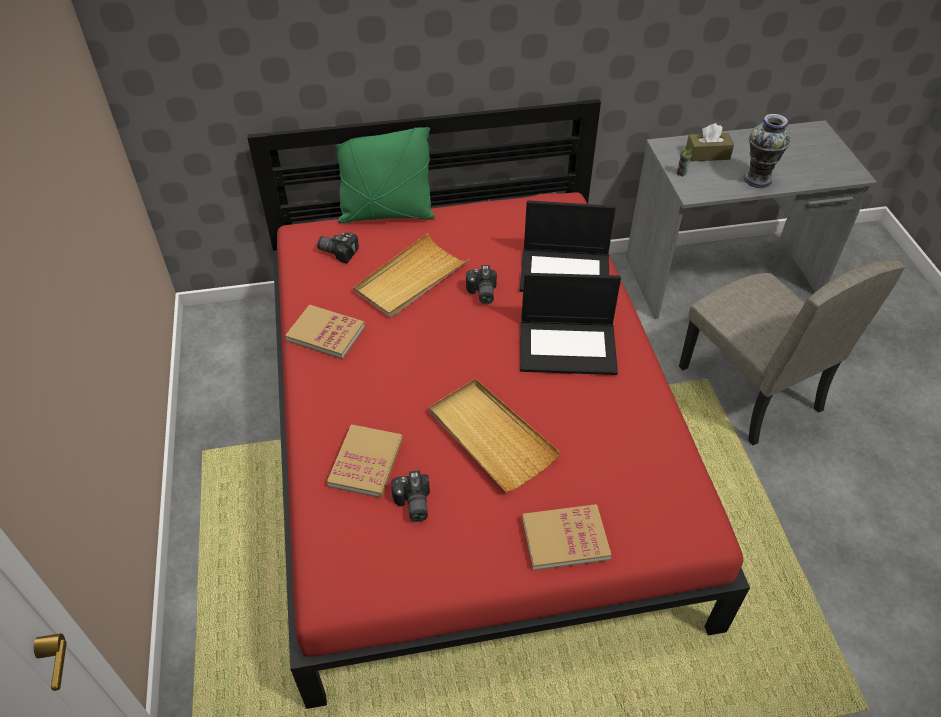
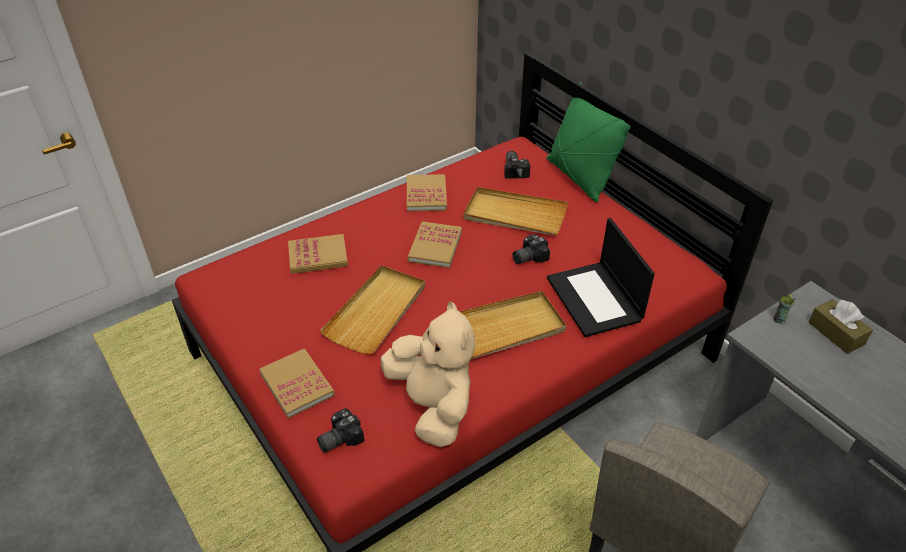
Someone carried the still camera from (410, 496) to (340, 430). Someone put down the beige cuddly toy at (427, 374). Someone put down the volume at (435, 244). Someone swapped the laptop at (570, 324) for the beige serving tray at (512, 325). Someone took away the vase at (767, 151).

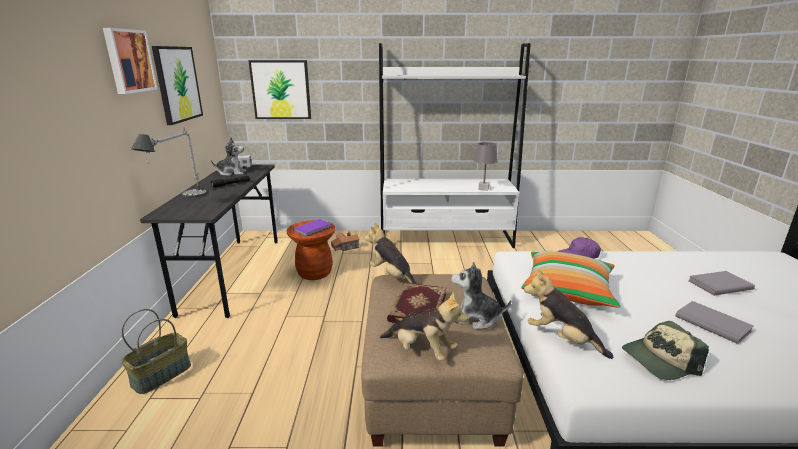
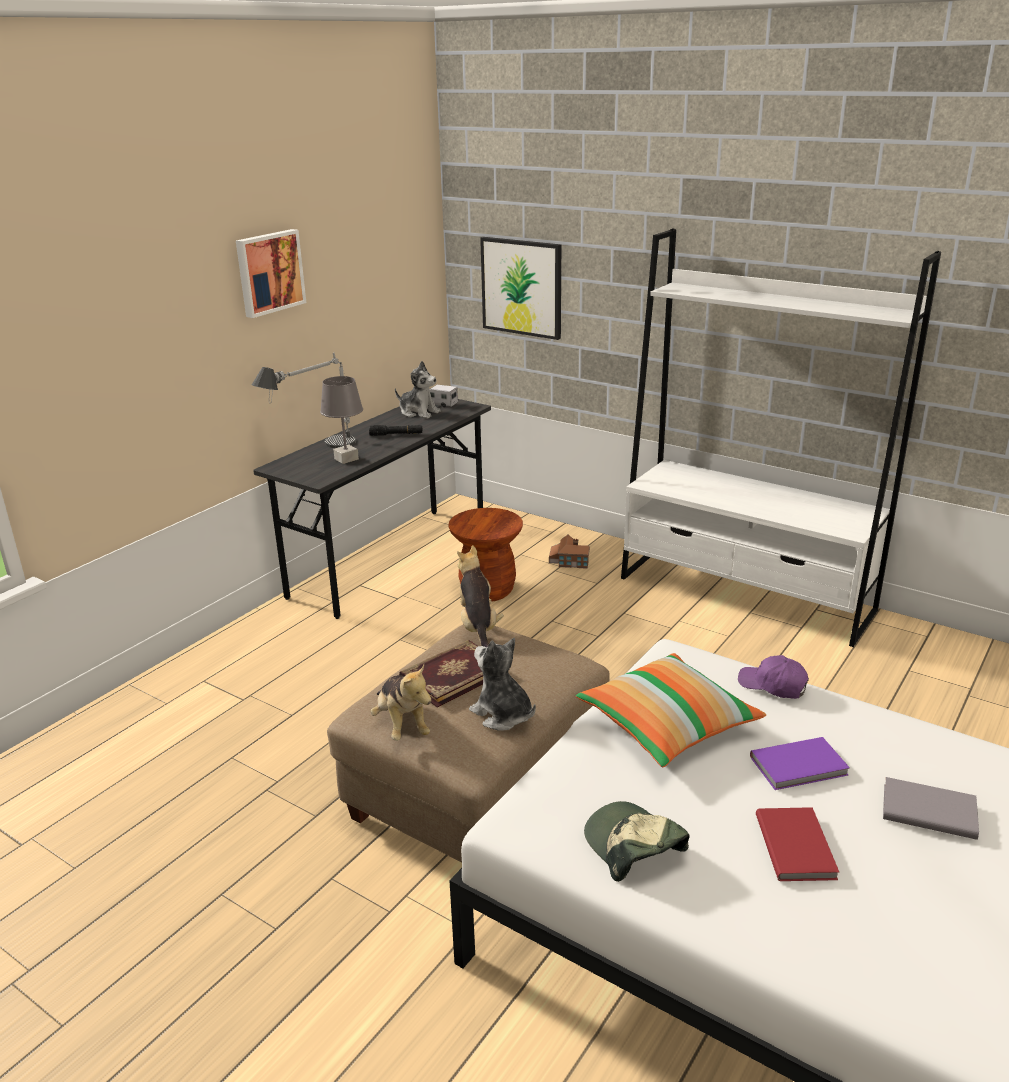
Someone carried the grey tabletop lamp from (486, 166) to (341, 420). Someone rotated the baseball cap at (665, 350) by 45 degrees clockwise. Someone carried the purplish volume from (312, 228) to (800, 763). Someone repainted the grey volume at (714, 322), which became the red-coloured volume at (797, 844). Someone took away the household basket at (156, 351). Someone took away the wall art at (177, 85). Someone took away the cuddly toy at (568, 313).

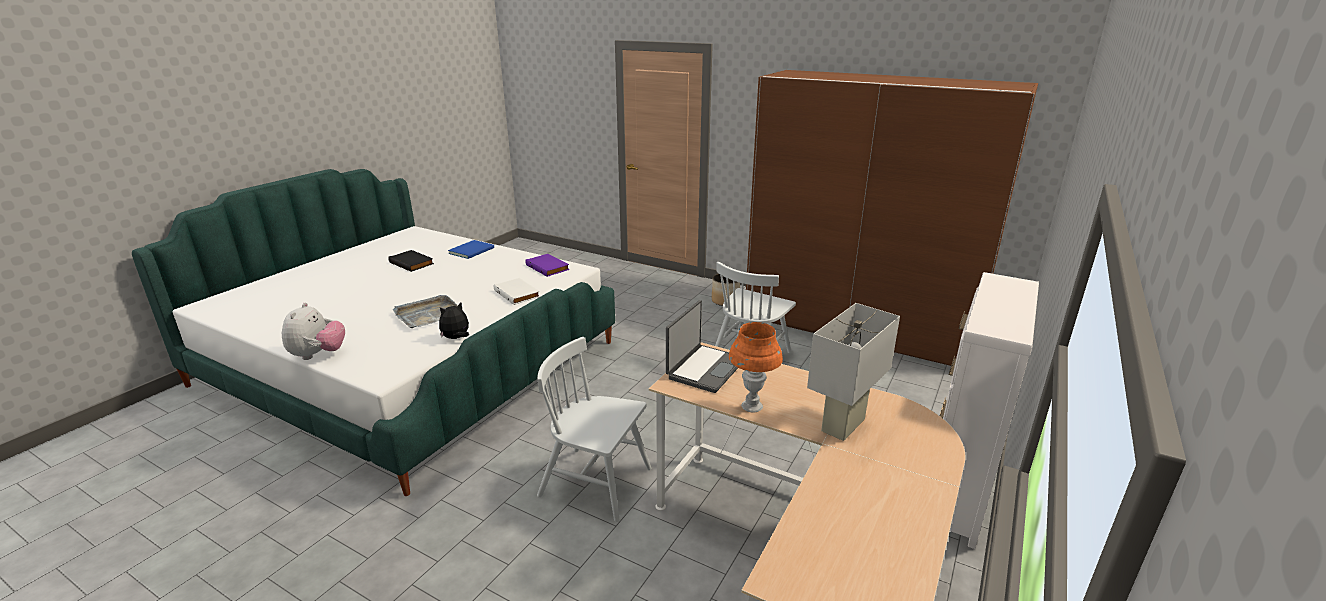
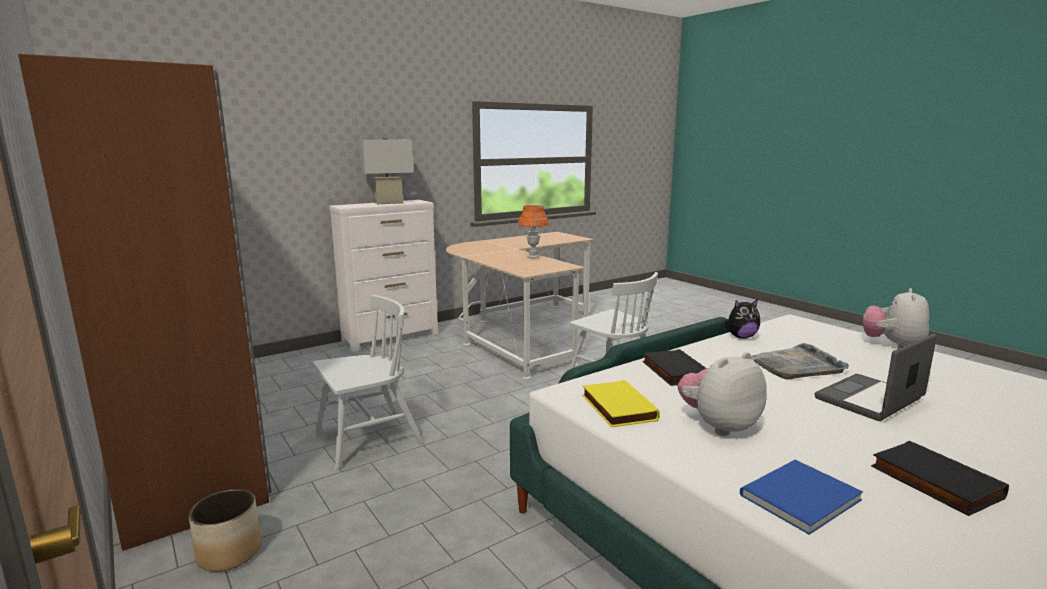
Someone carried the whitish tabletop lamp from (853, 372) to (386, 171). Someone repainted the purplish volume at (548, 265), which became the yellow-coloured volume at (621, 403). Someone repainted the whitish volume at (517, 291), which became the blackish volume at (674, 367). Someone put down the cuddly toy at (722, 394). Someone carried the laptop from (702, 346) to (876, 377).

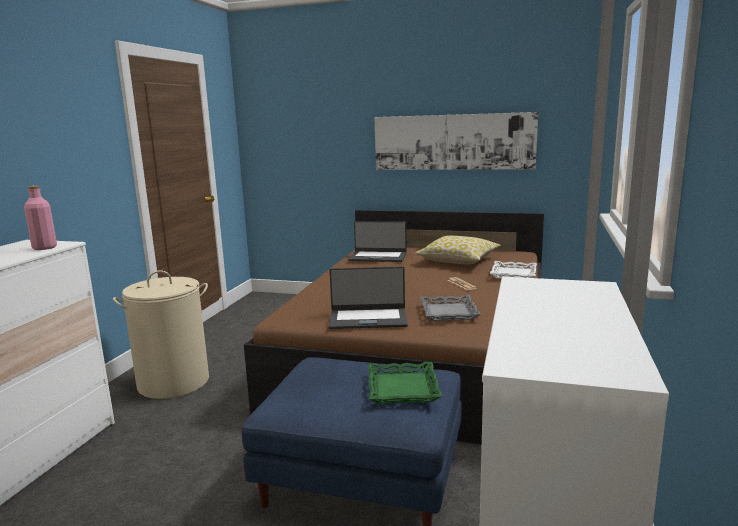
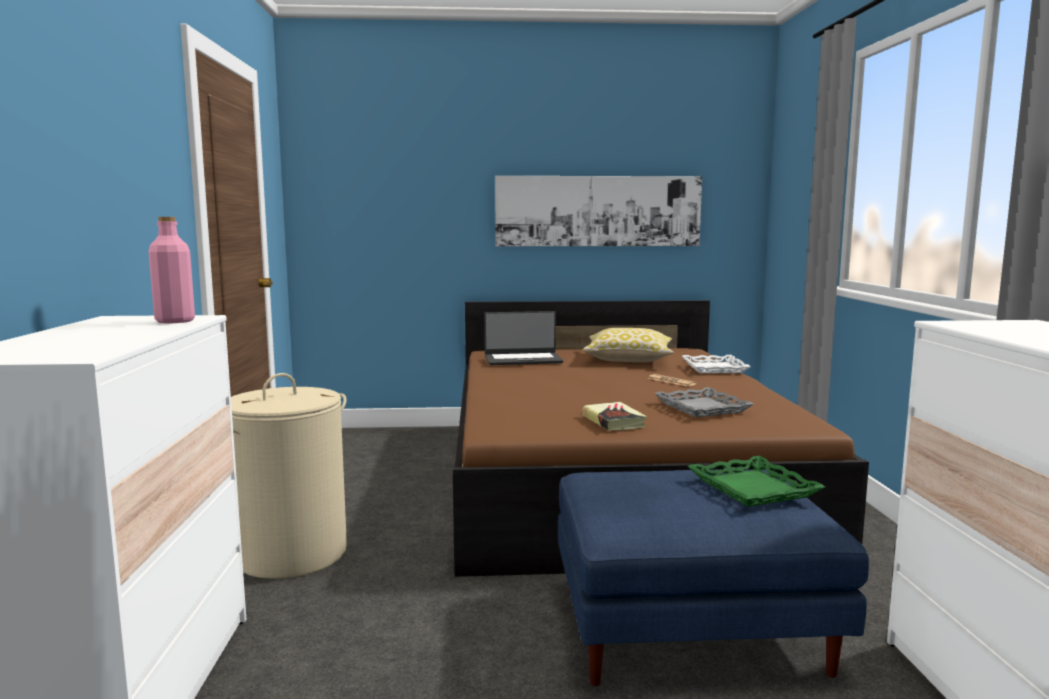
Someone swapped the laptop at (368, 297) for the volume at (614, 416).

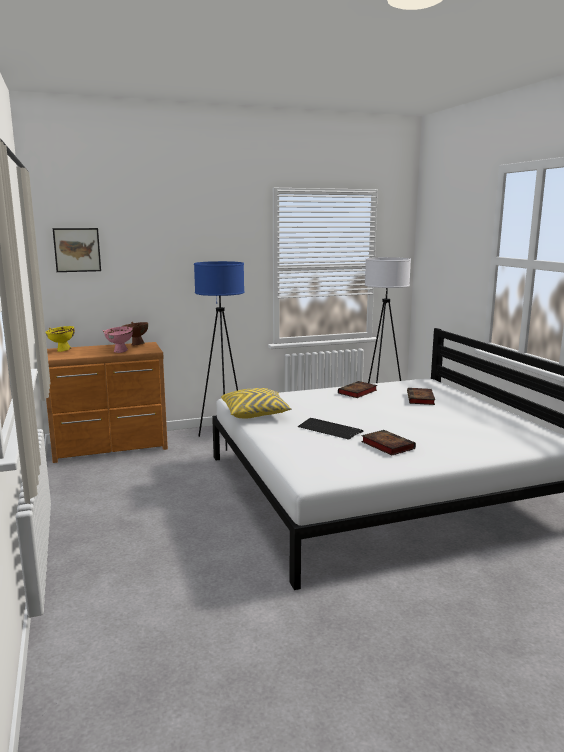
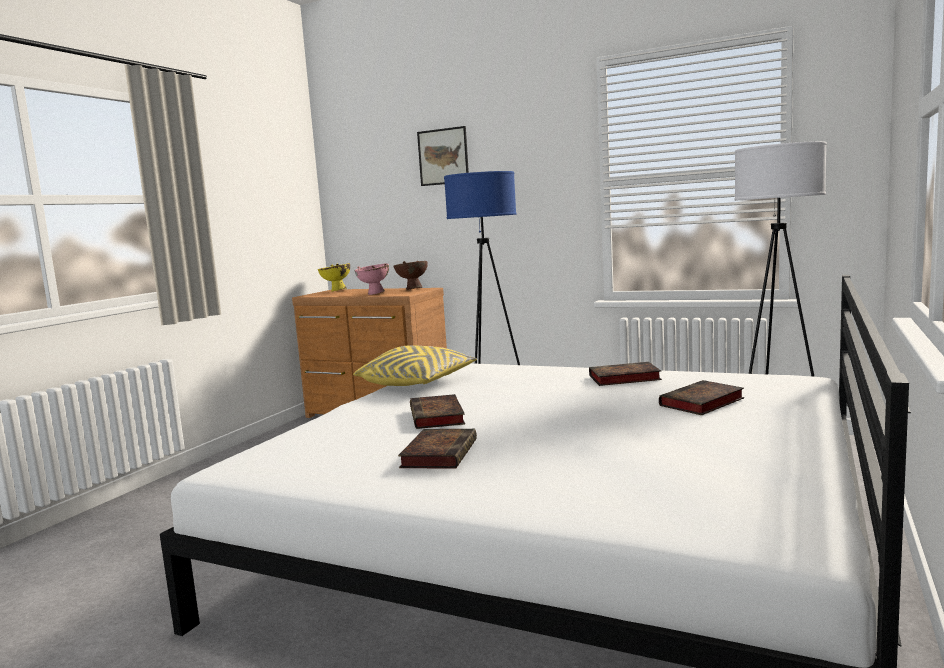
Someone swapped the PC keyboard at (330, 429) for the volume at (437, 411). Someone carried the wall art from (77, 250) to (443, 156).

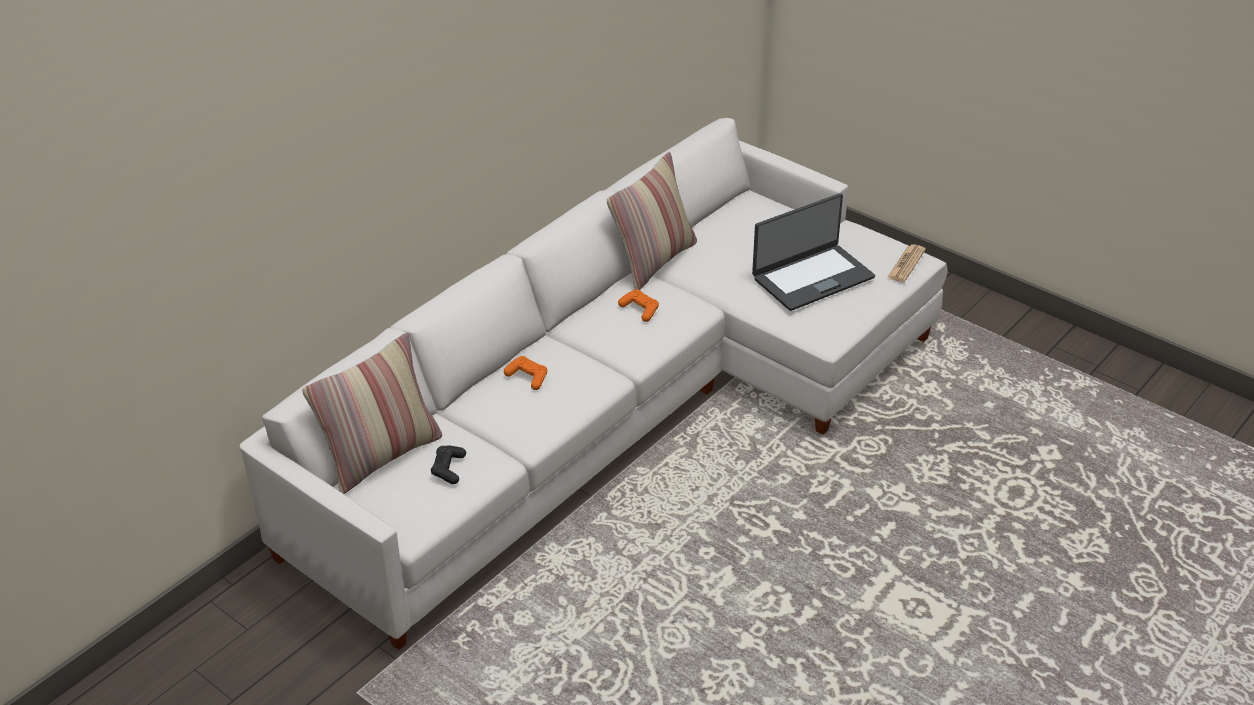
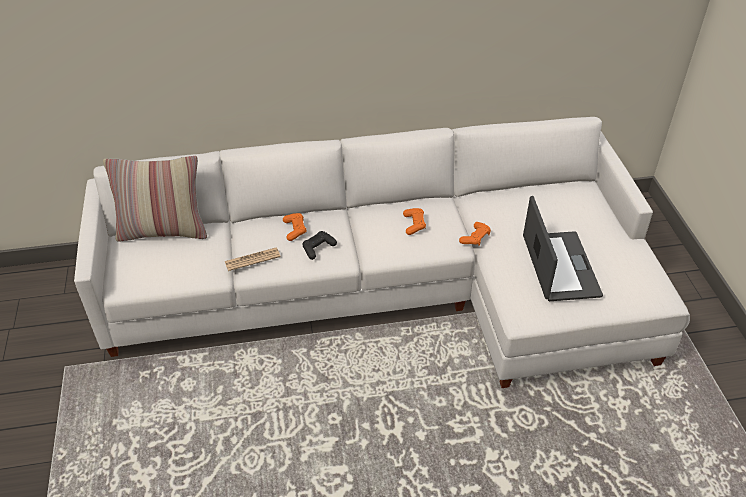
Someone carried the newspaper from (906, 263) to (253, 259). Someone carried the blackish game controller from (448, 465) to (319, 245). Someone put down the orange-coloured game controller at (475, 234). Someone rotated the laptop at (813, 252) by 105 degrees counterclockwise. Someone took away the cushion at (652, 221).

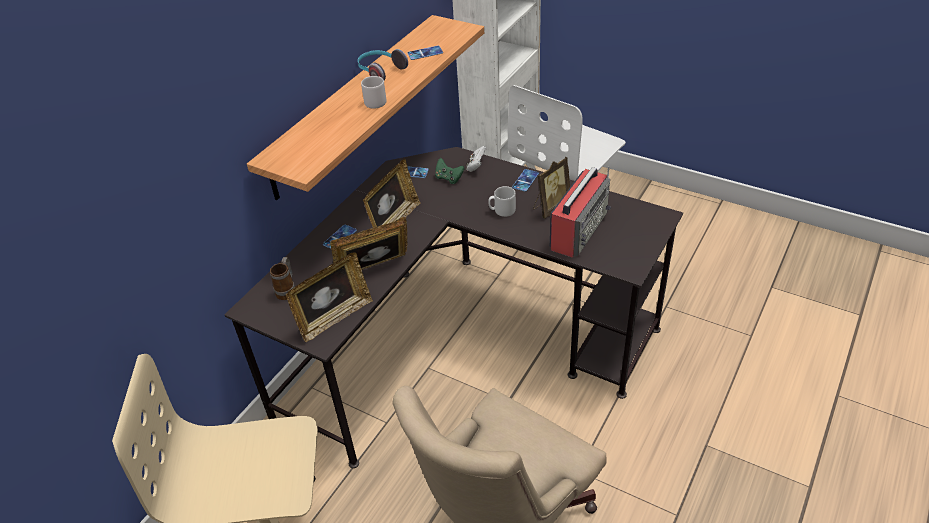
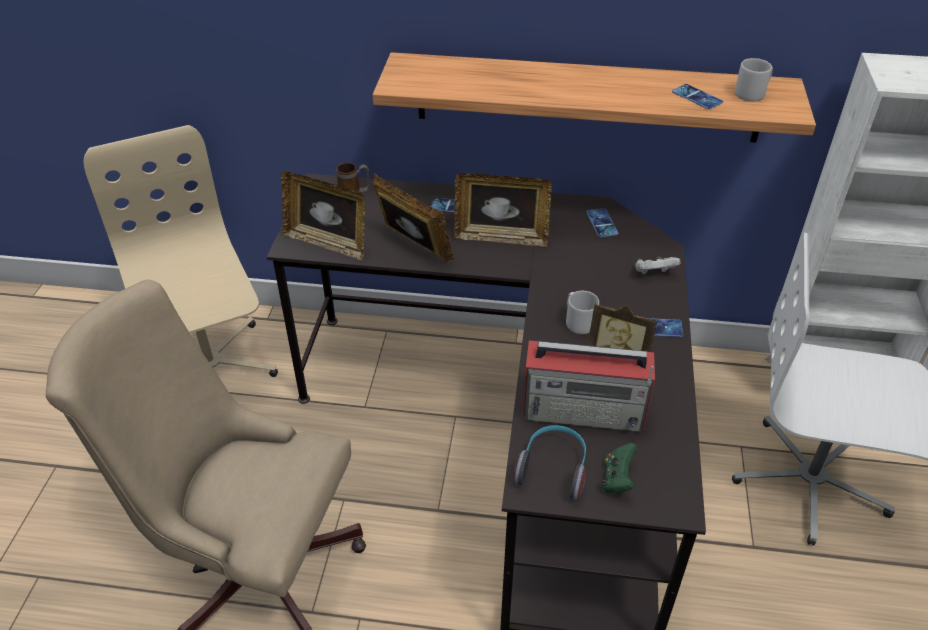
Someone carried the headset from (383, 65) to (550, 462). Someone carried the green game controller from (450, 171) to (620, 468). Someone carried the grey tea mug from (374, 92) to (754, 80).

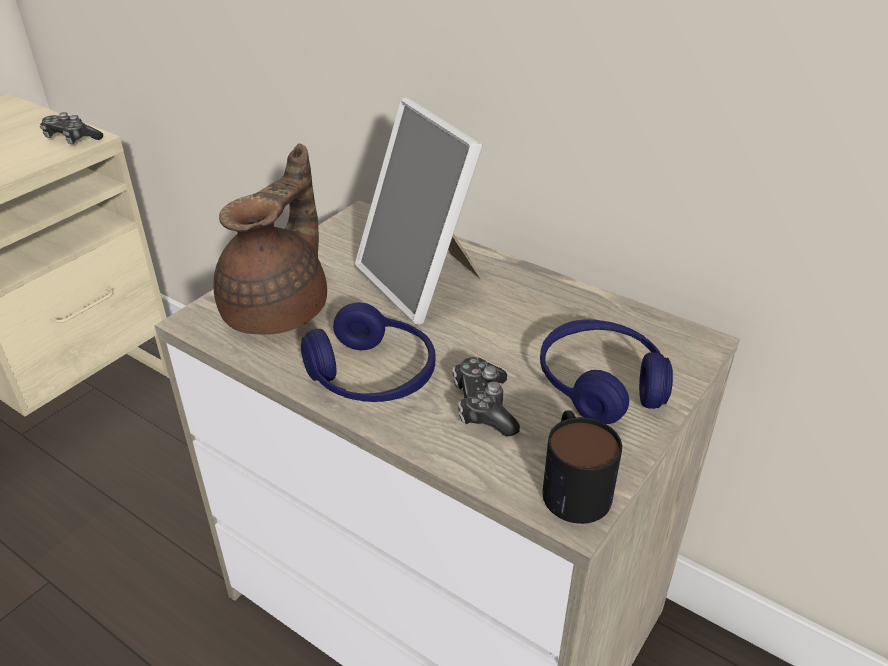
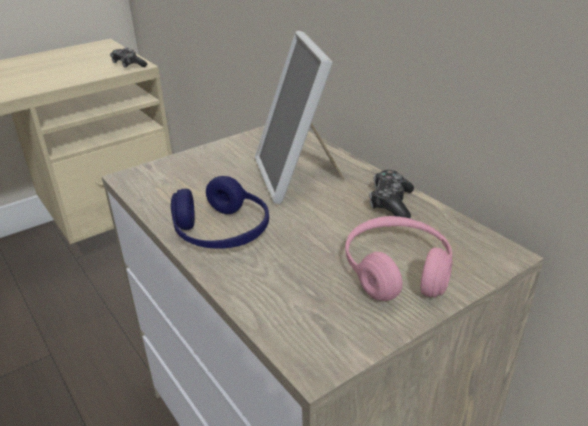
Someone repainted the blue-coloured headset at (606, 372), which became the pink-coloured headset at (399, 258). Someone carried the game controller from (486, 397) to (391, 194). Someone took away the brown tea pot at (270, 239). Someone took away the tea mug at (582, 467).

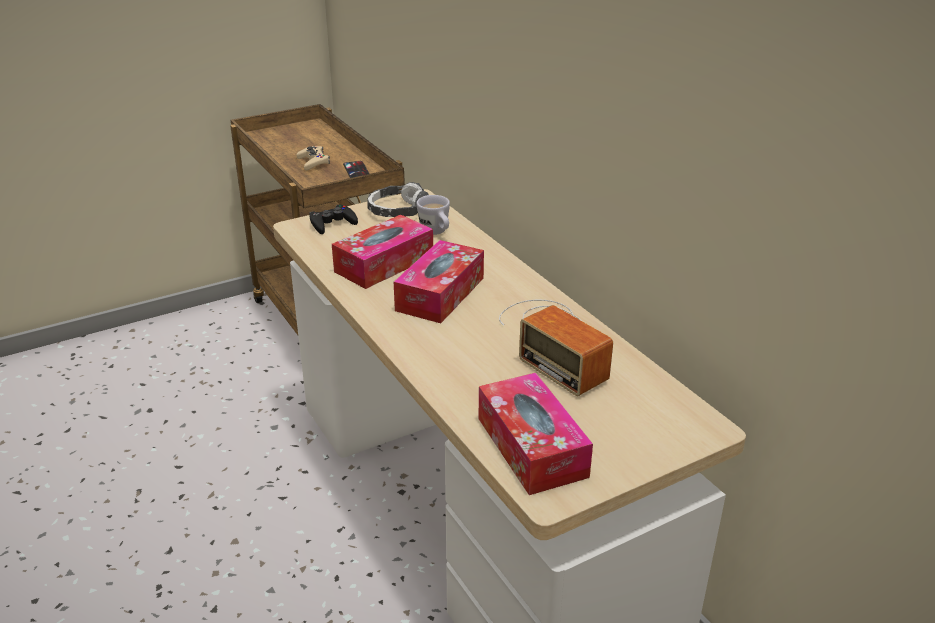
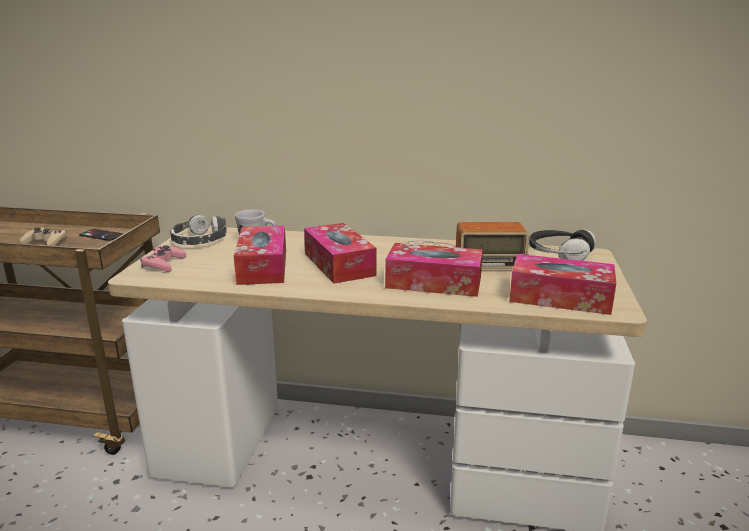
Someone repainted the blackish game controller at (333, 219), which became the pink-coloured game controller at (163, 258). Someone put down the tissue holder at (434, 270). Someone put down the headset at (562, 245).

